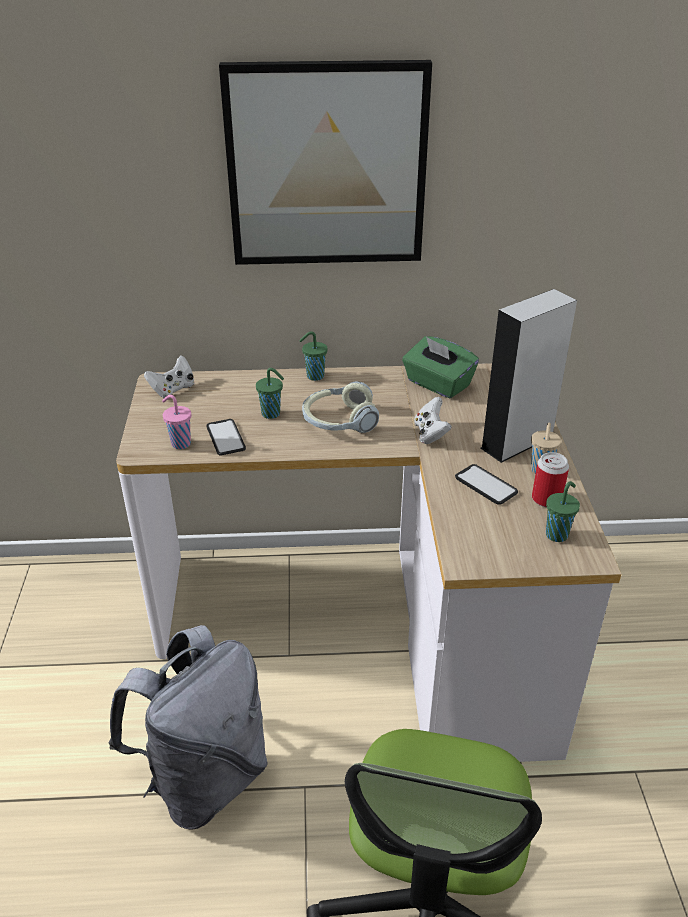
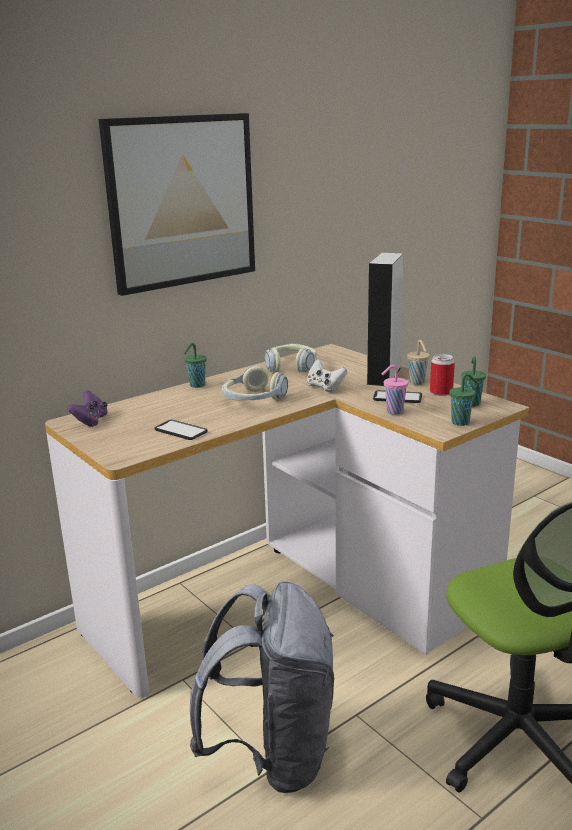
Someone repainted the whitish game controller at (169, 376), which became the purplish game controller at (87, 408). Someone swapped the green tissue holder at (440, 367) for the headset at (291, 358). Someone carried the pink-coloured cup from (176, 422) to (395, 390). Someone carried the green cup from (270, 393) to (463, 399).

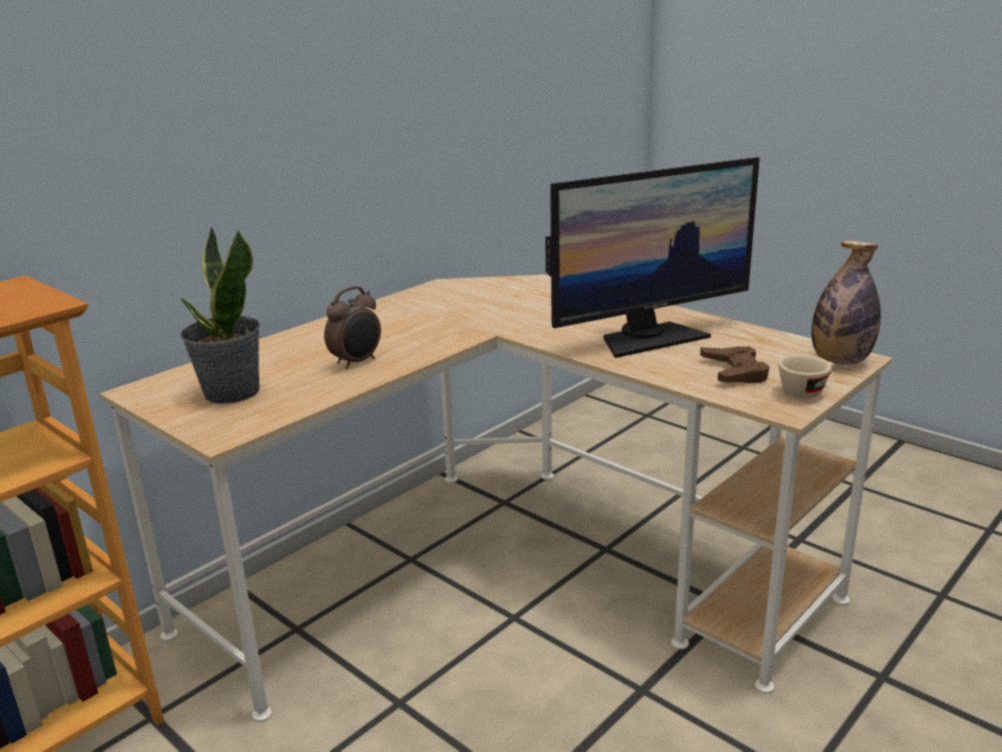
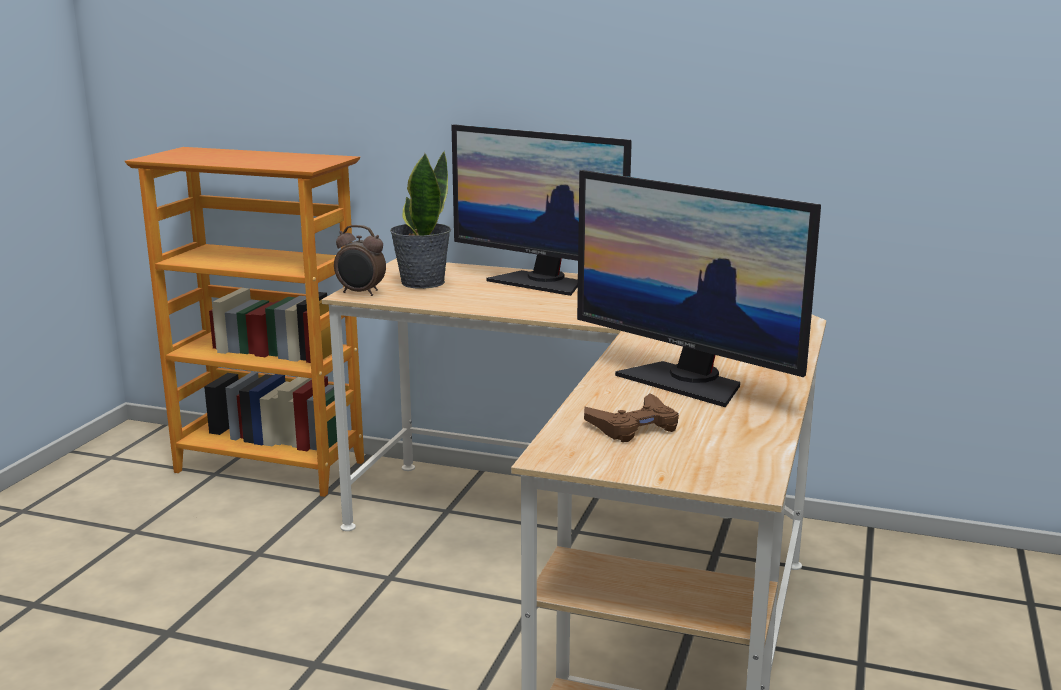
Someone carried the table clock from (352, 327) to (360, 260). Someone put down the computer display at (541, 210). Someone took away the beige cup at (806, 376). Someone took away the drink bottle at (846, 303).

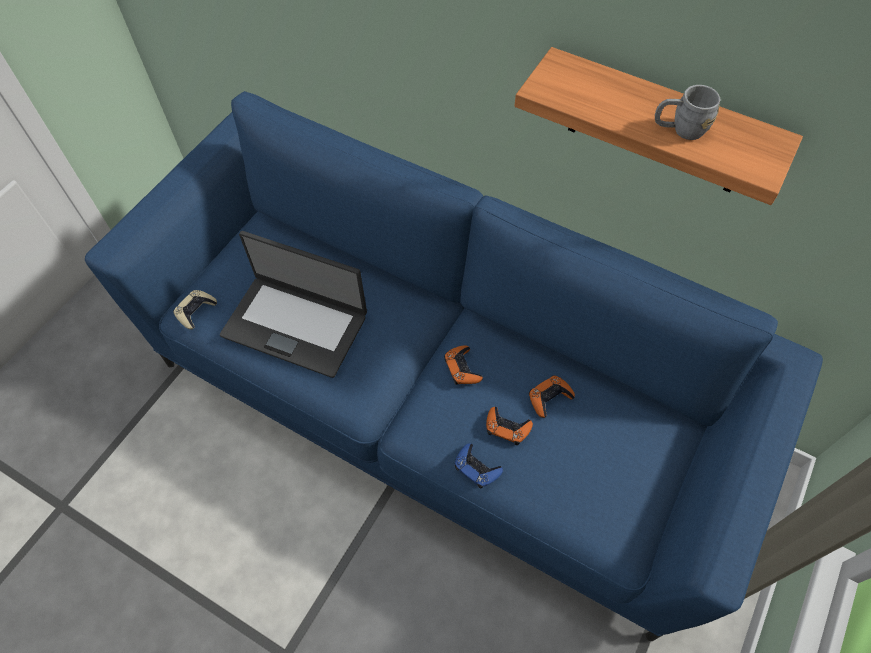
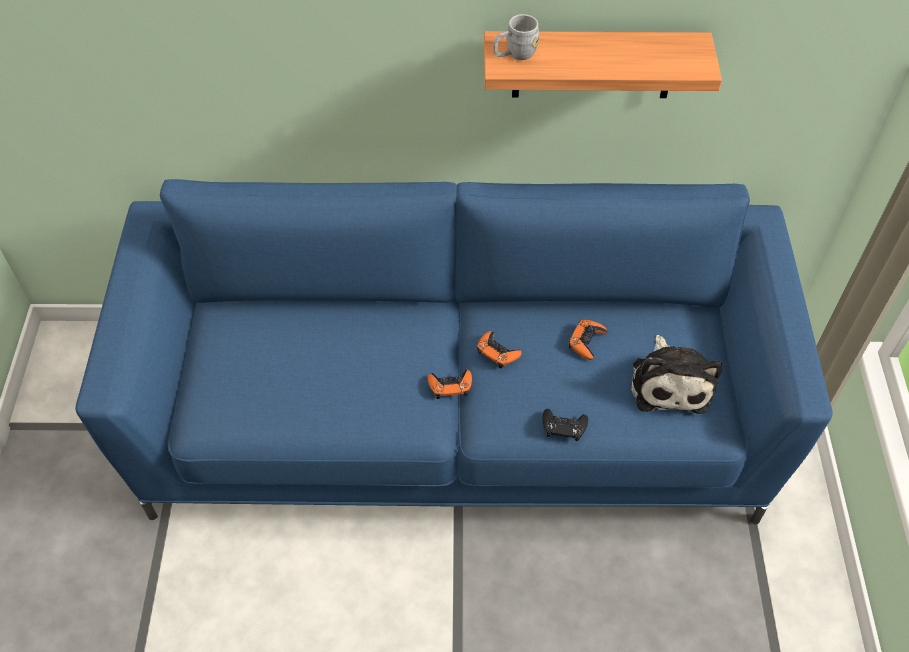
Someone carried the orange-coloured game controller from (509, 426) to (450, 384). Someone carried the grey tea mug from (688, 112) to (516, 37). Someone repainted the blue-coloured game controller at (478, 466), which became the blackish game controller at (565, 425). Someone put down the cuddly toy at (676, 374). Someone took away the beige game controller at (195, 309). Someone took away the laptop at (293, 304).

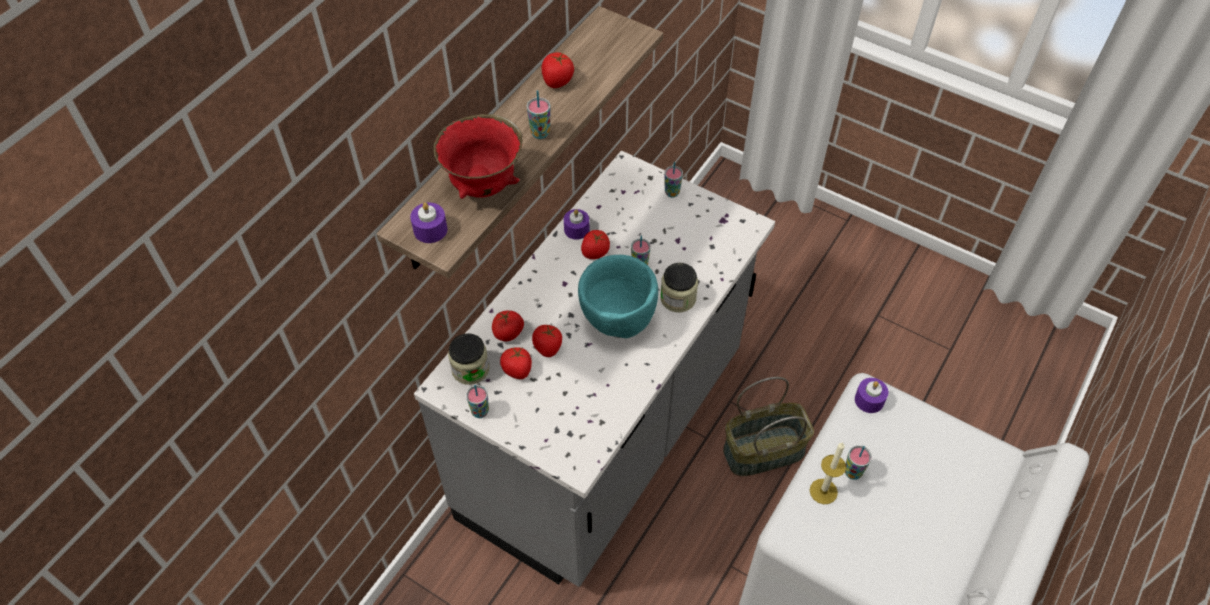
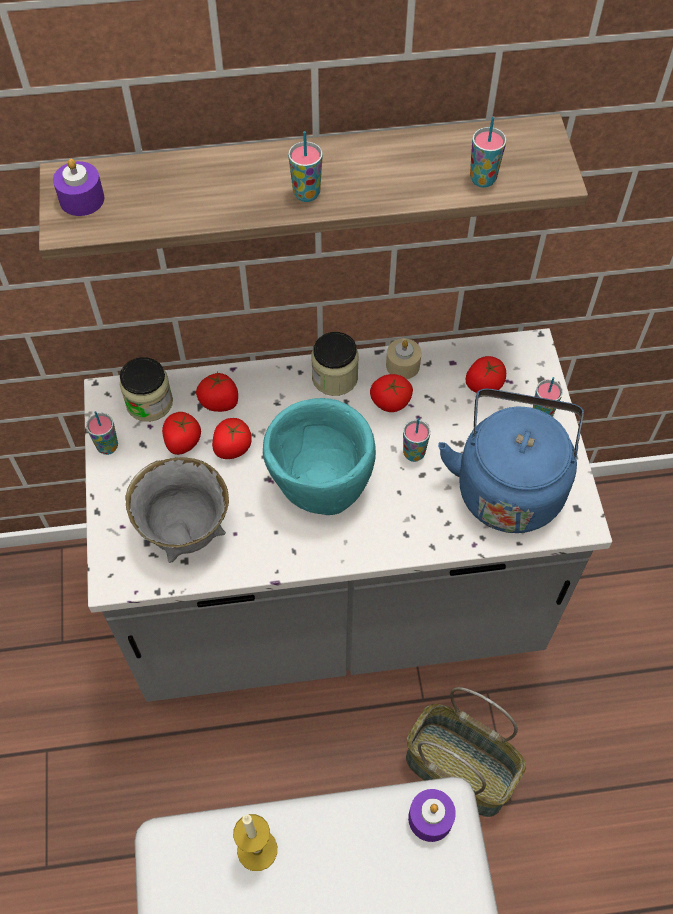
Someone put down the grey bowl at (177, 510). Someone carried the storage jar from (679, 287) to (335, 364). Someone repainted the purplish wax light at (576, 224), which became the beige wax light at (404, 358). Someone put down the blue-coloured water kettle at (511, 461). Someone carried the whole tomato from (558, 70) to (486, 374). Someone carried the cup from (858, 462) to (488, 152). Someone took away the red-coloured bowl at (478, 156).

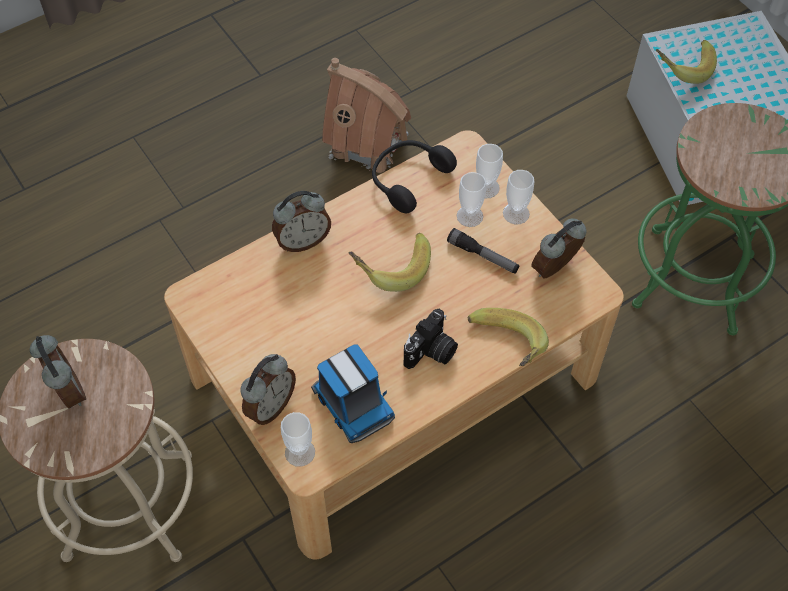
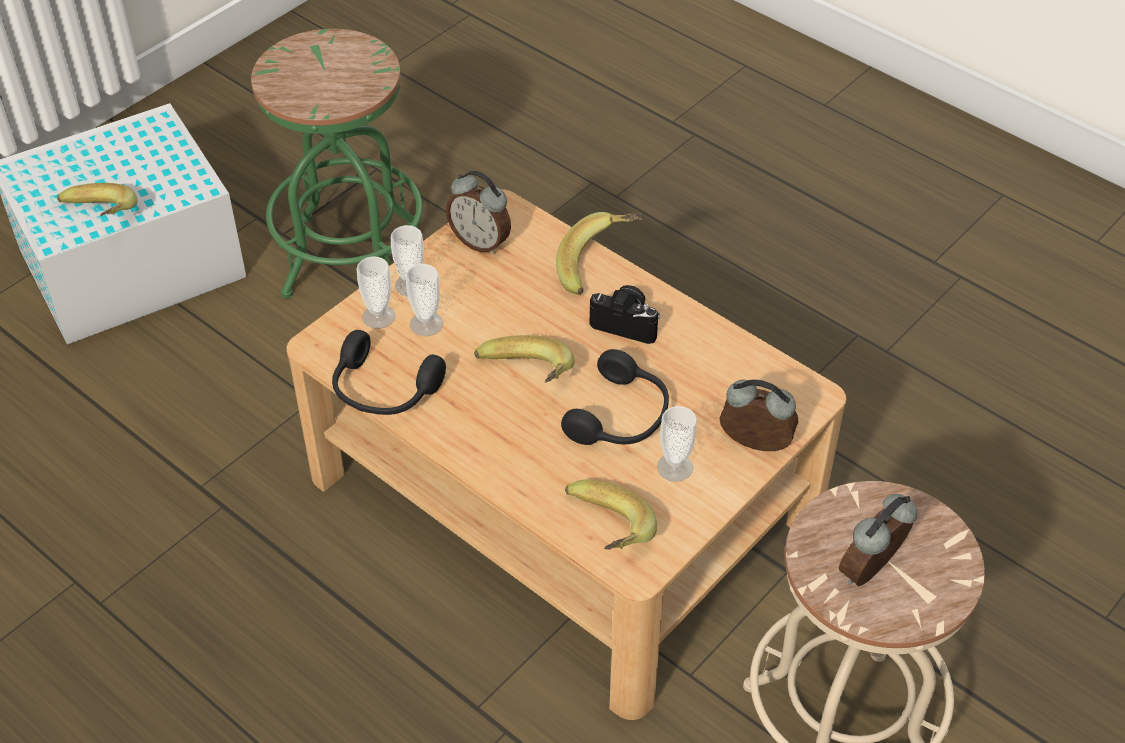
Someone put down the blackish headset at (615, 397). Someone put down the banana at (611, 515). Someone carried the cup from (298, 439) to (677, 444). Someone took away the table clock at (301, 221). Someone took away the model truck at (353, 393). Someone took away the miniature house at (366, 115). Someone took away the torch at (483, 251).

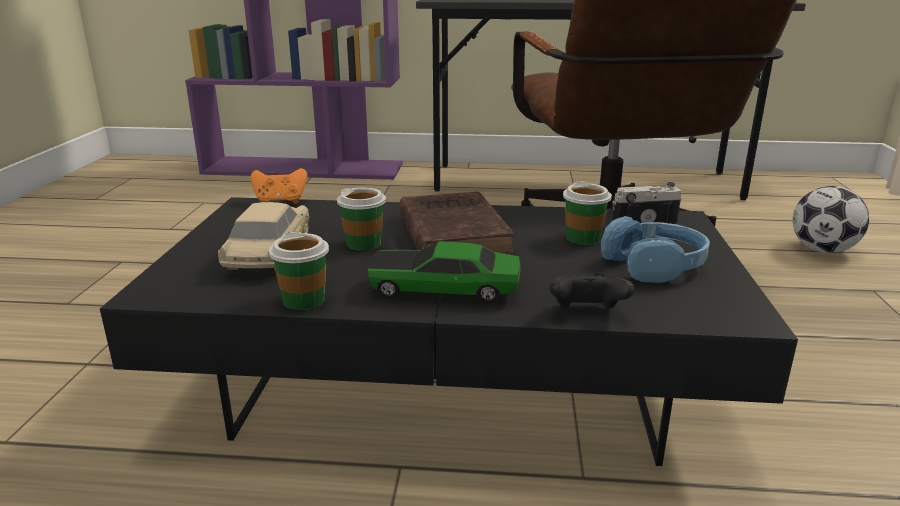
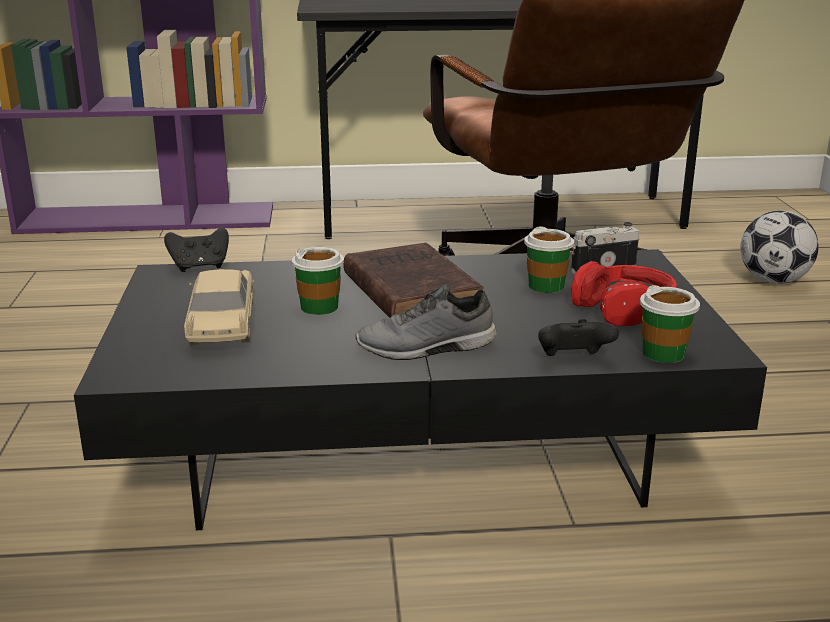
Someone repainted the orange-coloured game controller at (279, 186), which became the blackish game controller at (196, 249). Someone swapped the model car at (444, 272) for the grey item of footwear at (425, 322). Someone repainted the blue-coloured headset at (655, 249), which became the red-coloured headset at (624, 293). Someone carried the cup from (299, 270) to (670, 324).

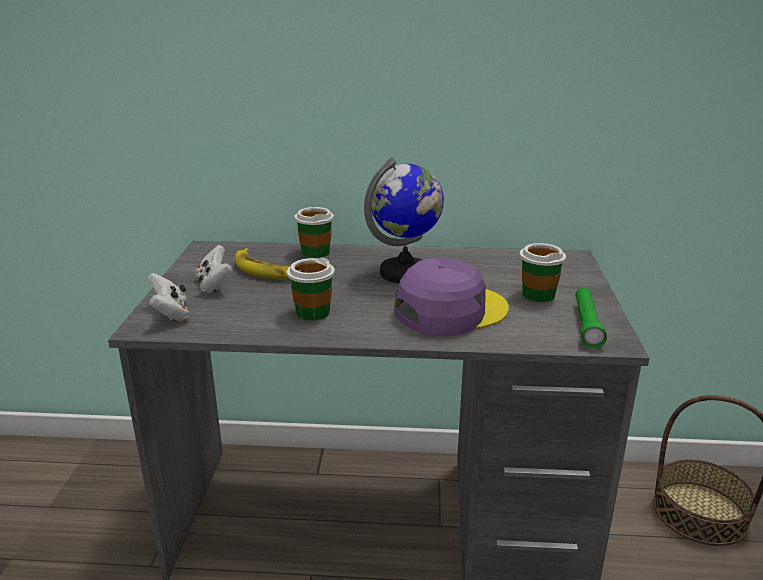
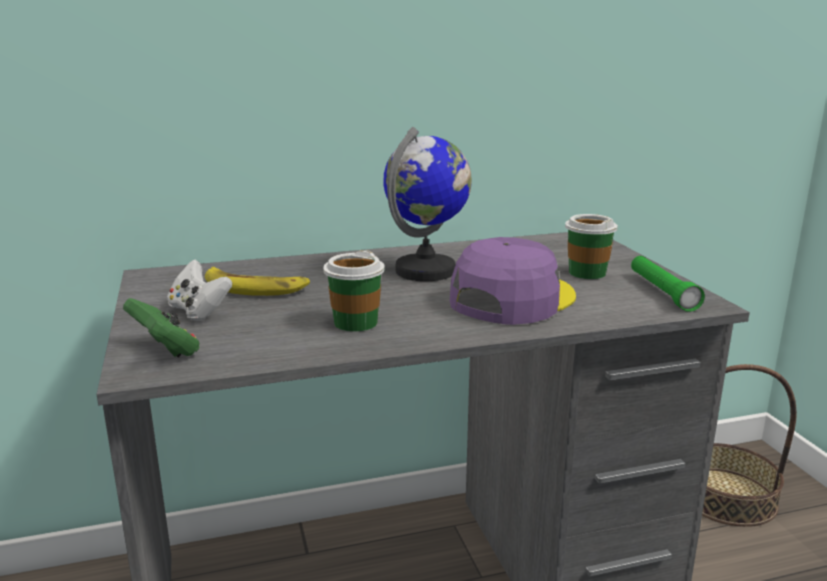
Someone repainted the whitish game controller at (168, 297), which became the green game controller at (161, 328). Someone took away the cup at (314, 232).

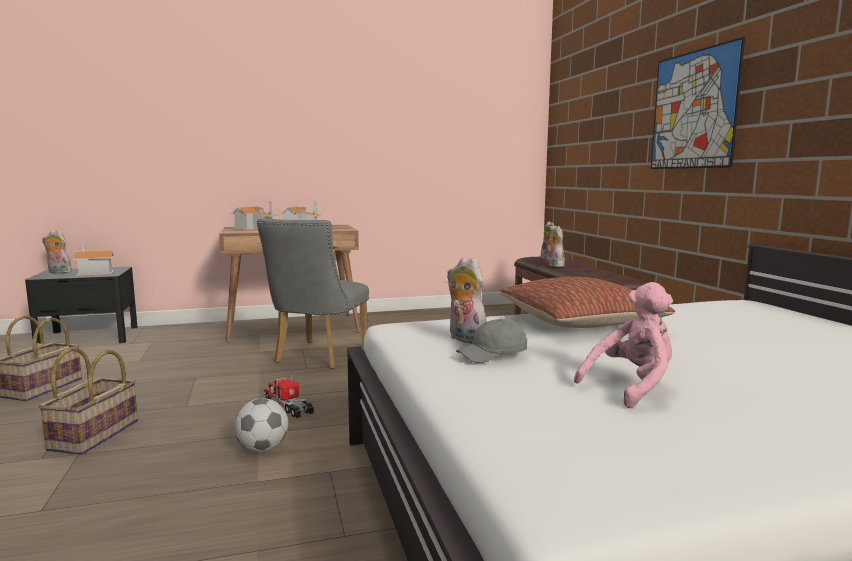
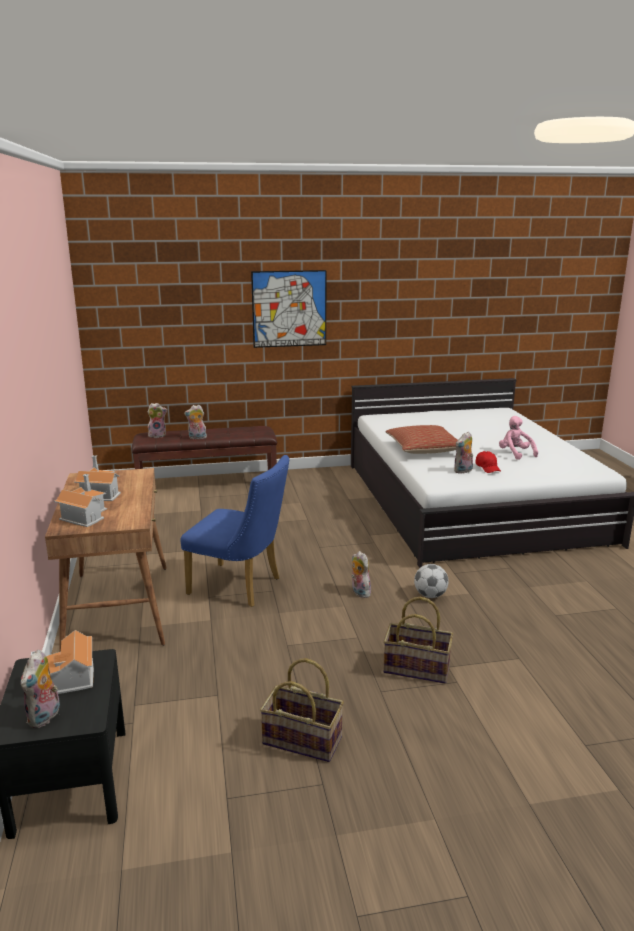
Someone repainted the grey upright chair at (313, 293), which became the blue-coloured upright chair at (235, 531). Someone swapped the model truck at (289, 396) for the cuddly toy at (361, 574). Someone repainted the grey baseball cap at (491, 341), which became the red-coloured baseball cap at (488, 462).

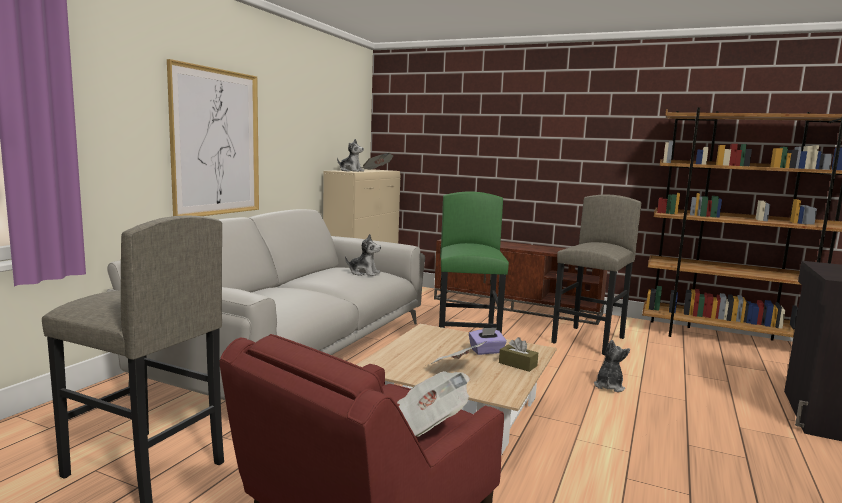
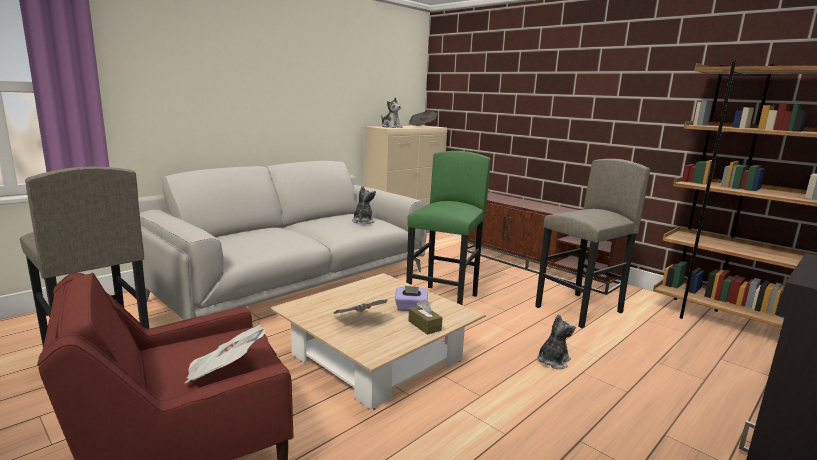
Someone rotated the cuddly toy at (363, 255) by 120 degrees counterclockwise. Someone took away the wall art at (213, 137).

